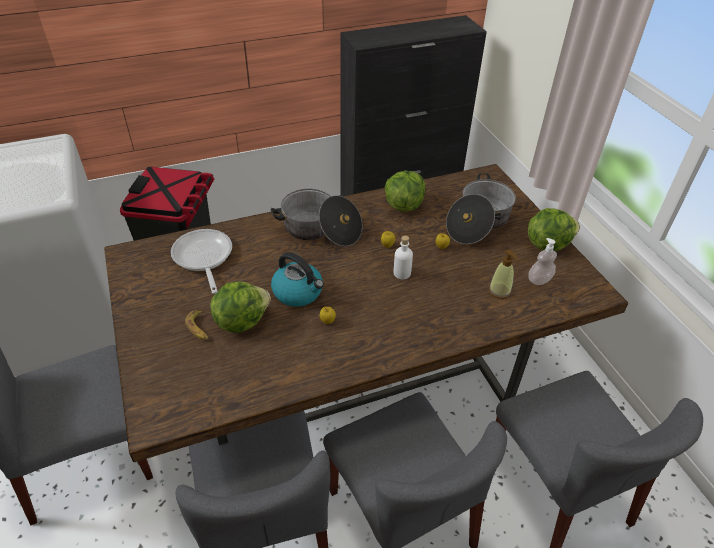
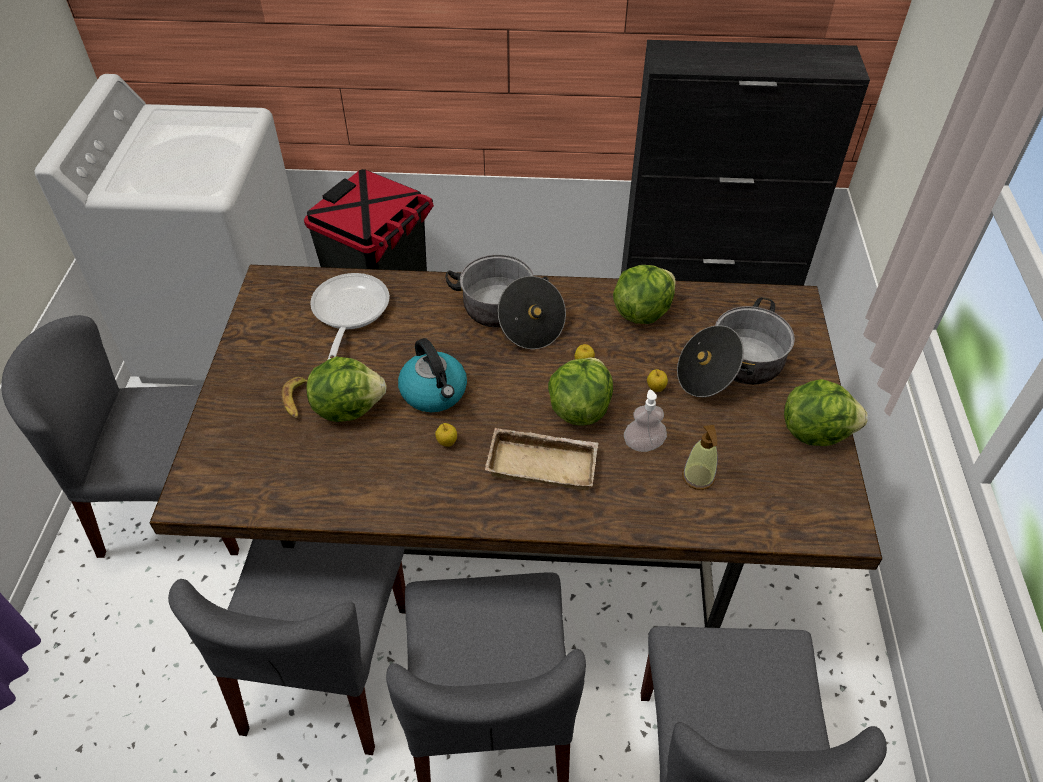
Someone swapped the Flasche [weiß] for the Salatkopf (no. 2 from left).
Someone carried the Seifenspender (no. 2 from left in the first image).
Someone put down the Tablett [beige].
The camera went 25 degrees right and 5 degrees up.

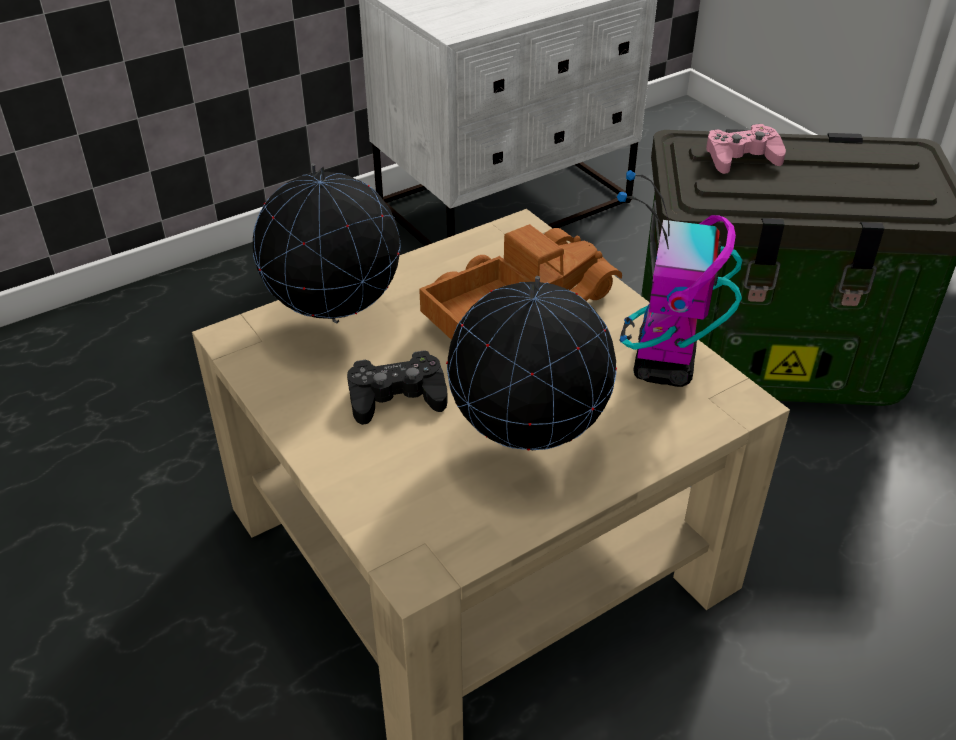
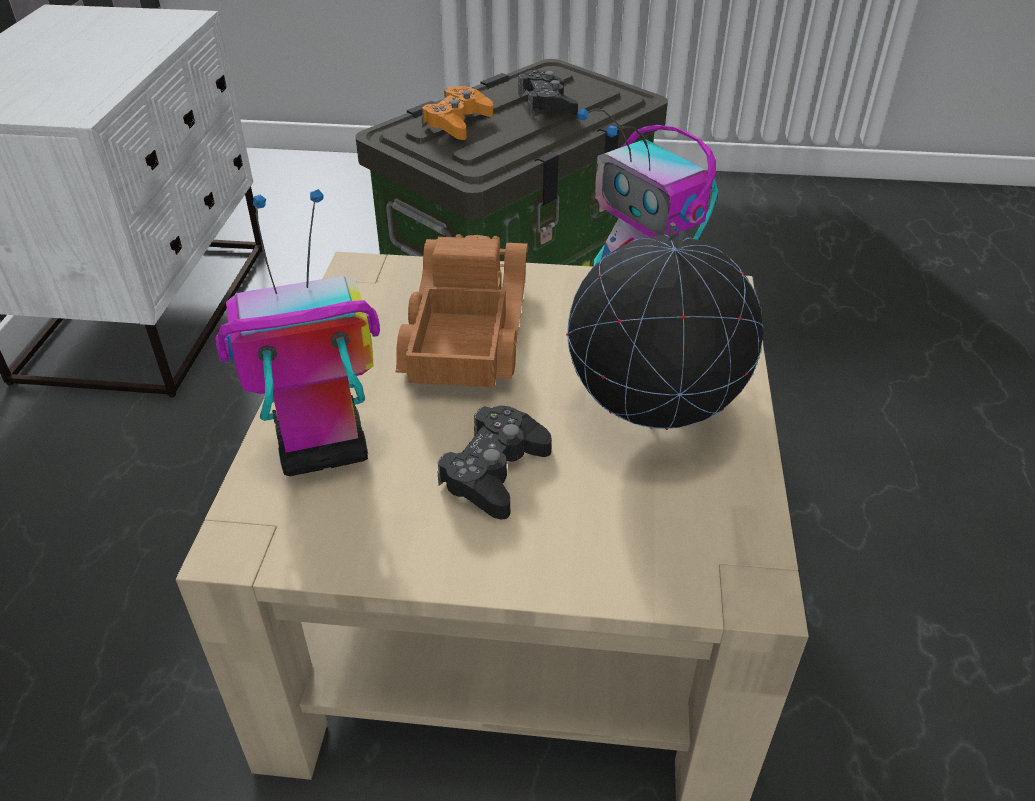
Someone repainted the Gamepad [rosa], which became the Gamepad [orange].
Someone swapped the Globus (no. 1 from left) for the Spielzeugroboter (no. 1 from left).
Someone put down the Gamepad [schwarz] (no. 2 from left).
The camera went 50 degrees left and 0 degrees up.

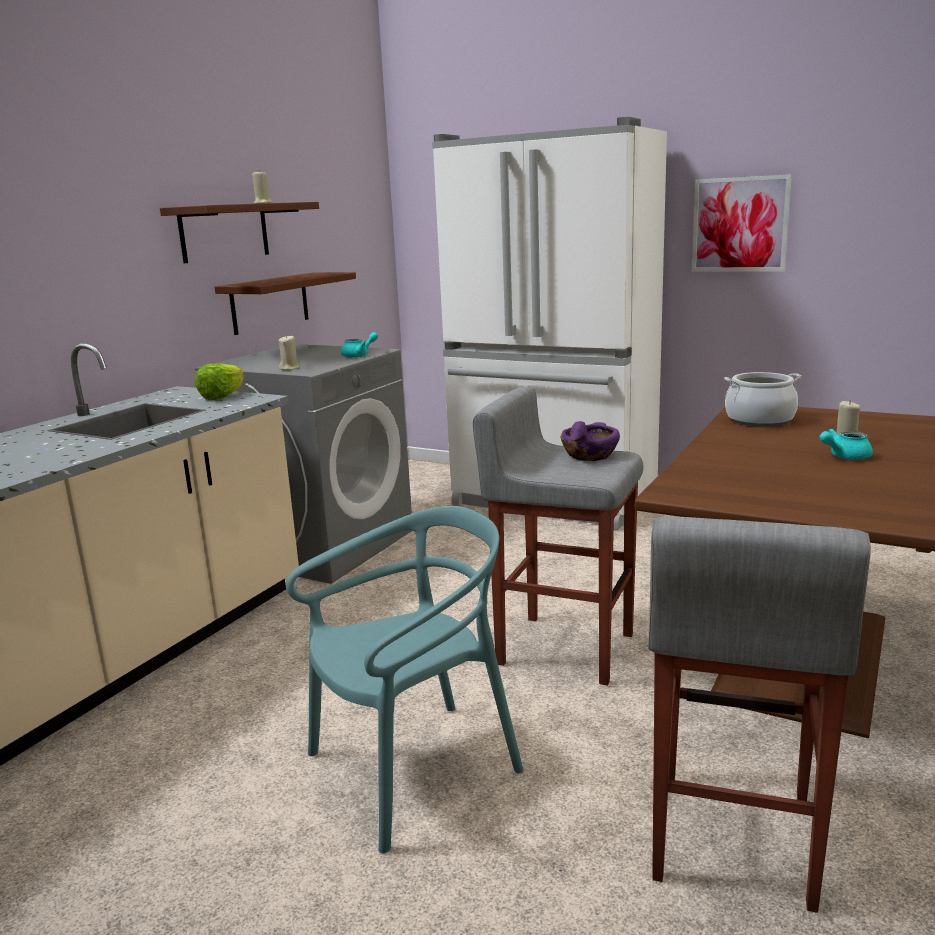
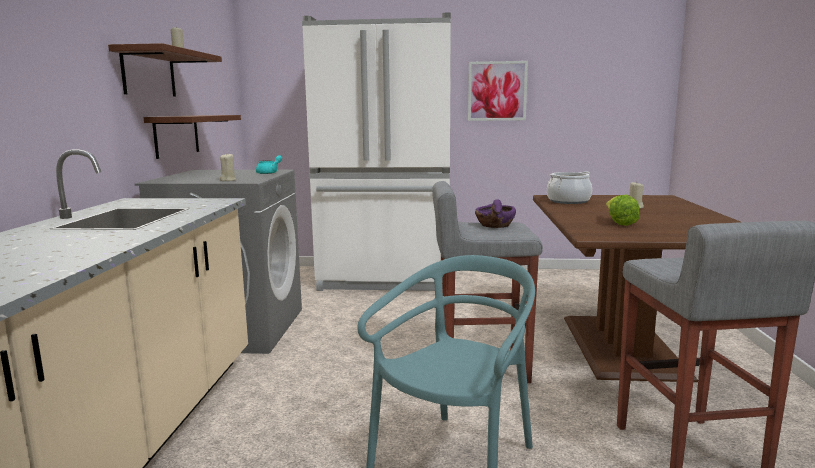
Someone carried the Salatkopf.
Someone took away the Teekanne [türkis] (no. 2 from left).
The camera went 25 degrees left and 5 degrees down.

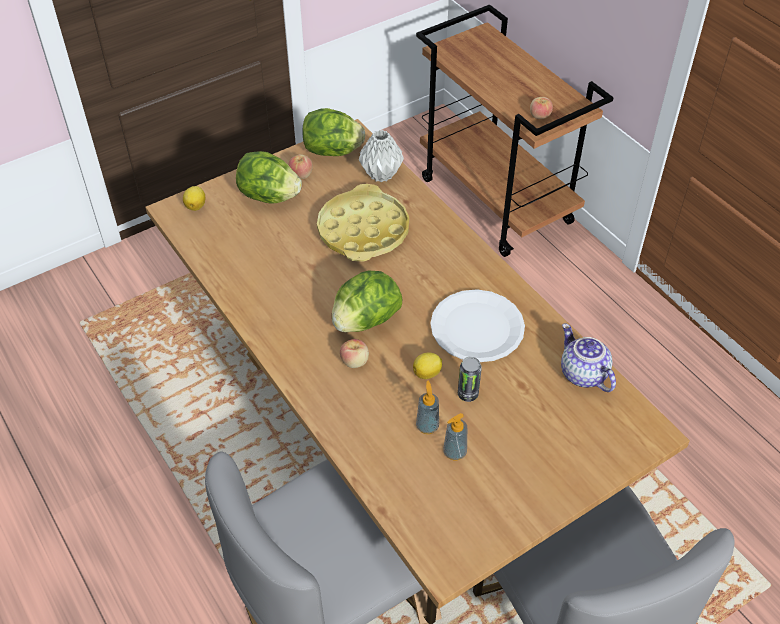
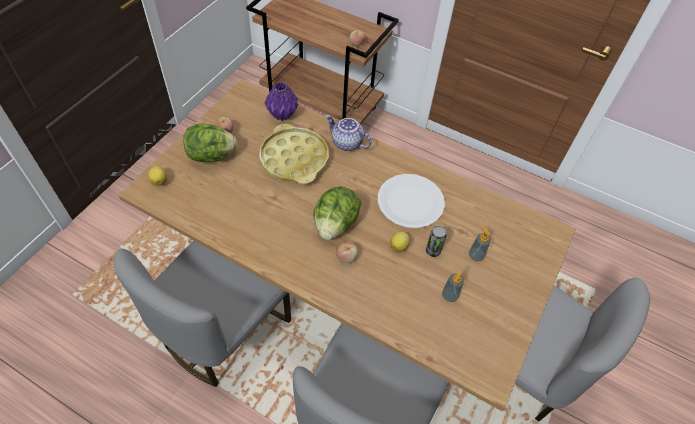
Someone took away the Salatkopf (no. 2 from left).
Someone repainted the Vase [grau], which became the Vase [lila].
Someone carried the Teekanne.
Someone carried the Seifenspender (no. 1 from left in the first image).
Someone put down the Stuhl [grau] (no. 1 from left).
The camera went 30 degrees left and 5 degrees up.

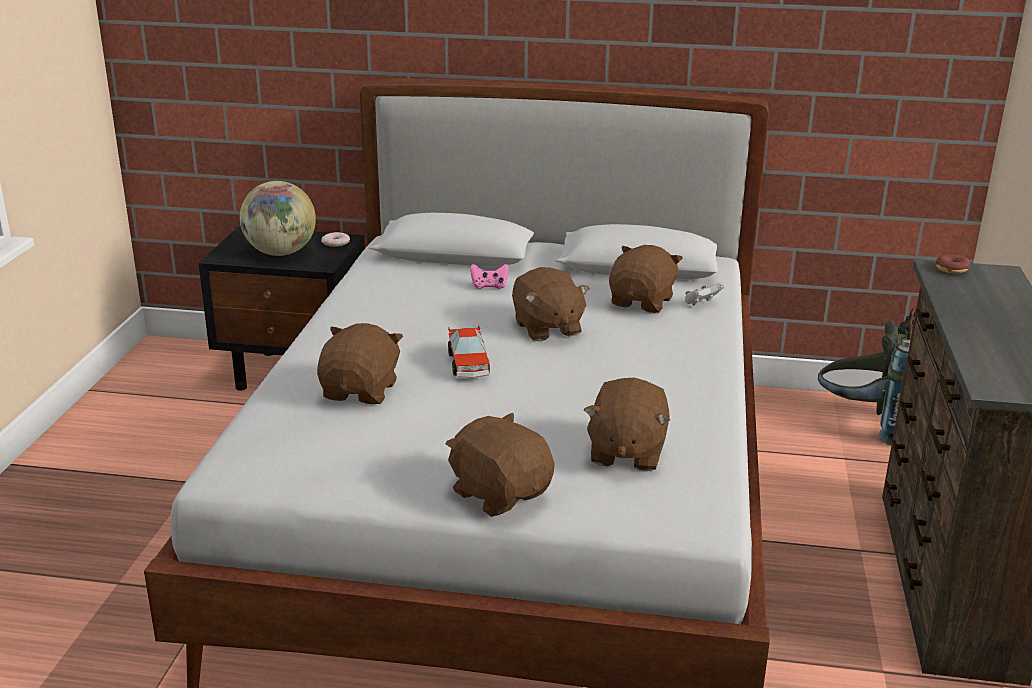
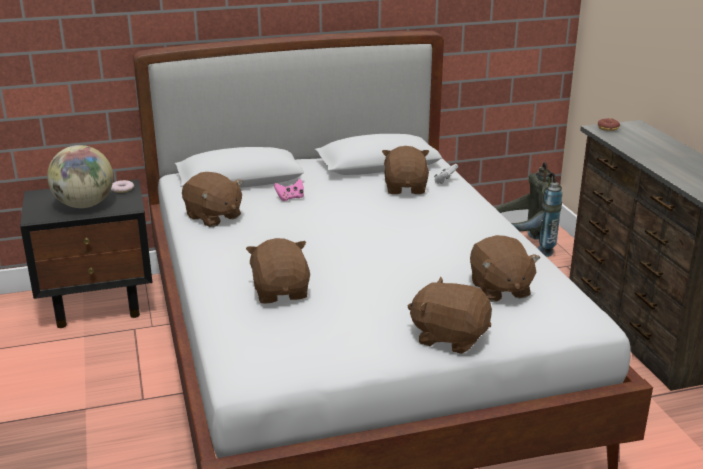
Someone carried the Plüschtier [braun] (no. 3 from left in the first image).
Someone took away the Spielzeugauto.
The camera went 25 degrees left and 0 degrees up.

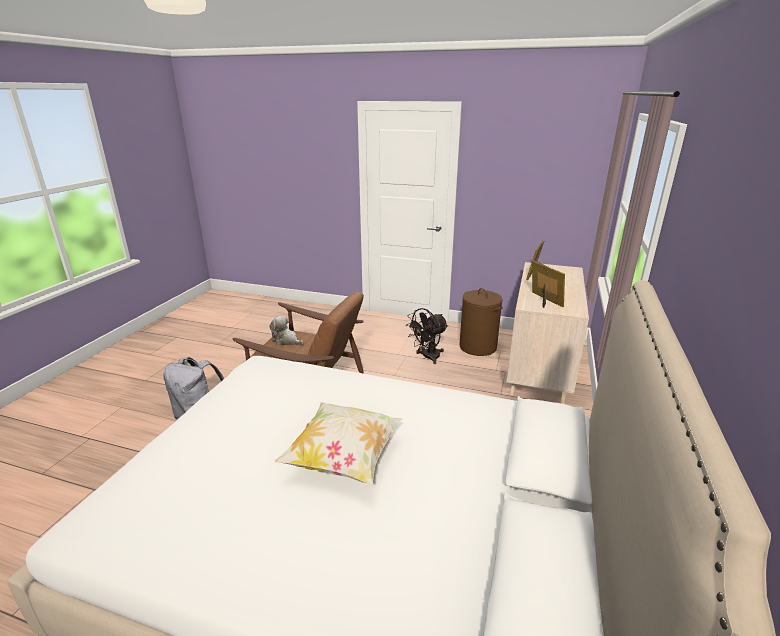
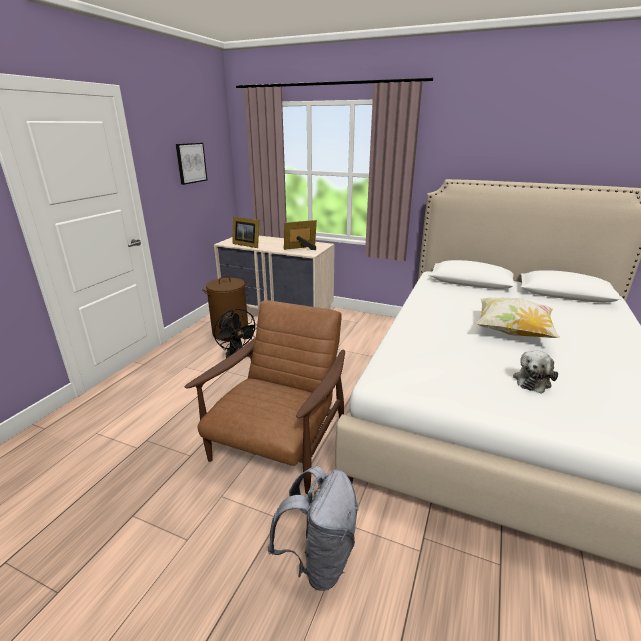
Someone carried the Plüschtier.
Someone put up the Bild.
The camera went 85 degrees left and 0 degrees up.

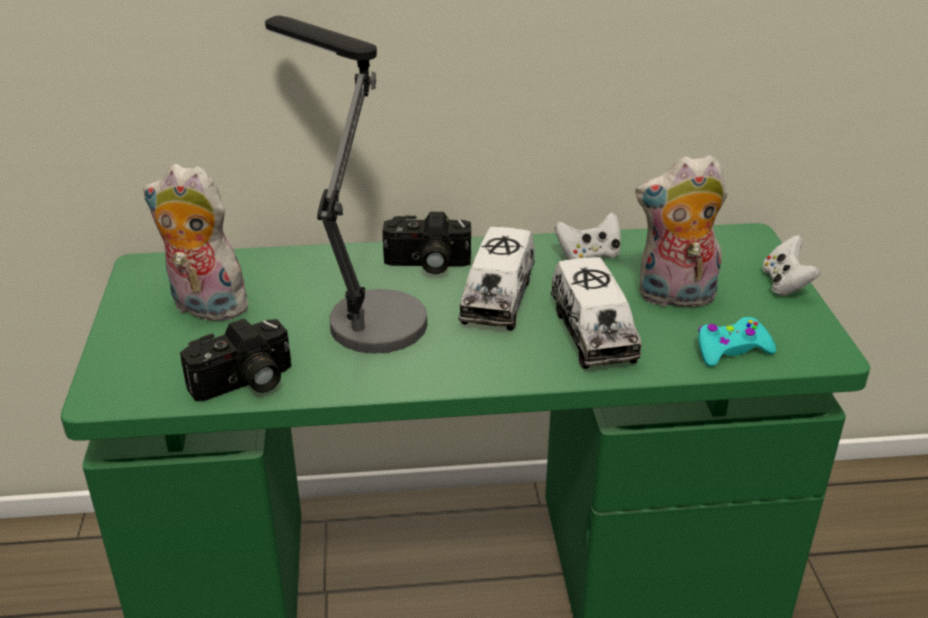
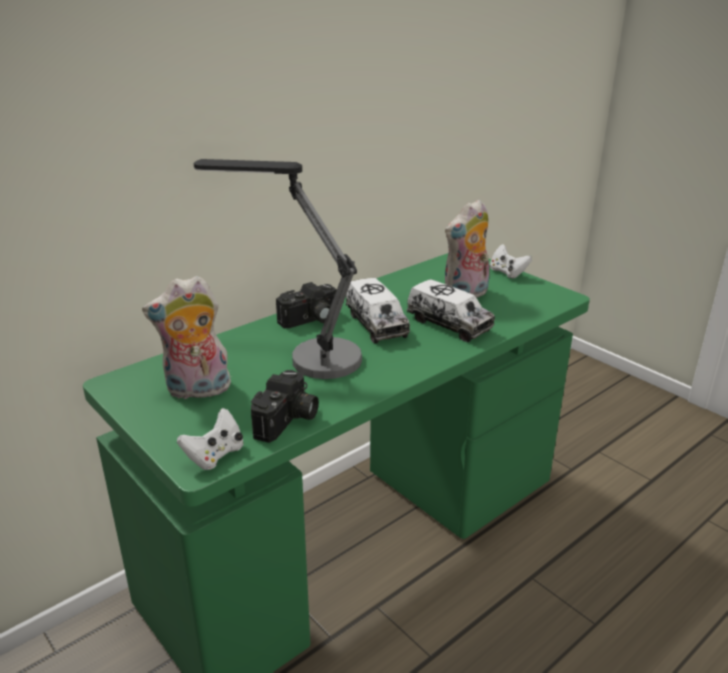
Someone carried the Gamepad [weiß] (no. 1 from left).
Someone took away the Gamepad [türkis].
The camera went 35 degrees left and 5 degrees down.

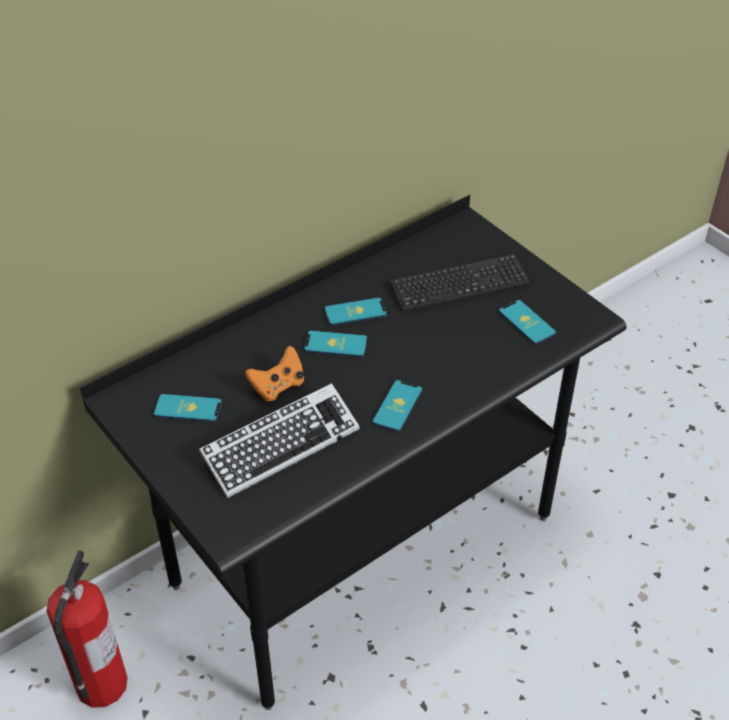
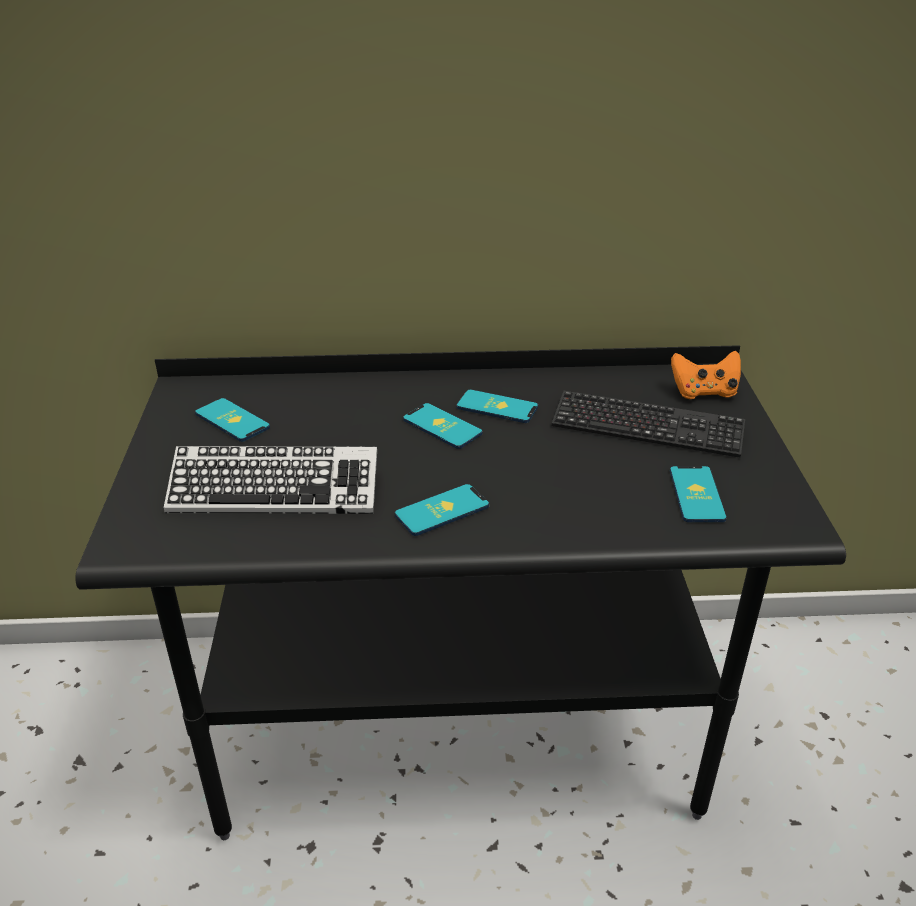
Someone carried the Gamepad [orange].
Someone took away the Feuerlöscher.
The camera went 35 degrees right and 10 degrees down.

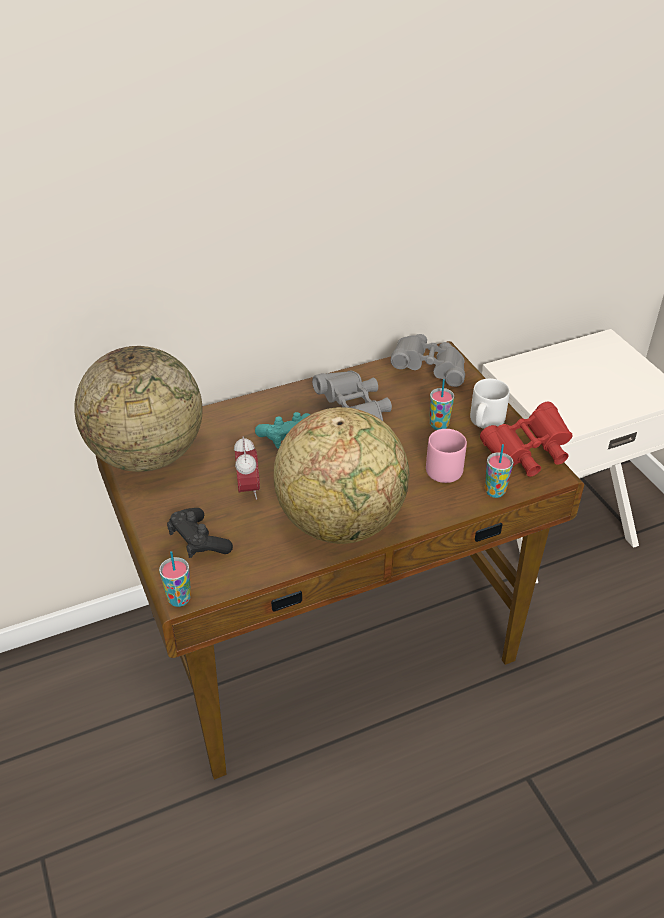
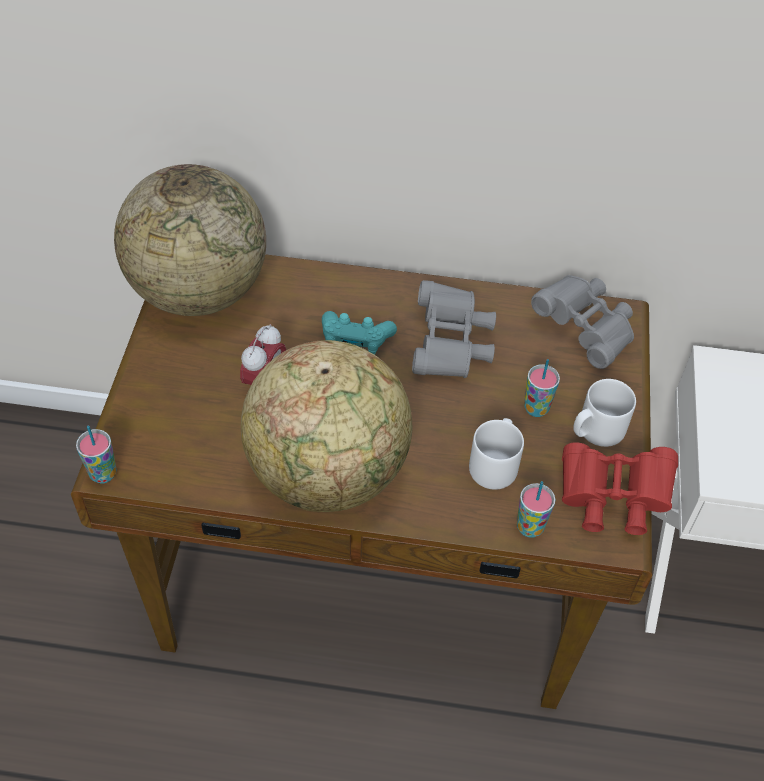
Someone repainted the Henkelbecher [rosa], which became the Henkelbecher [weiß] (no. 1 from left).
Someone took away the Gamepad [schwarz].
The camera went 30 degrees right and 10 degrees up.

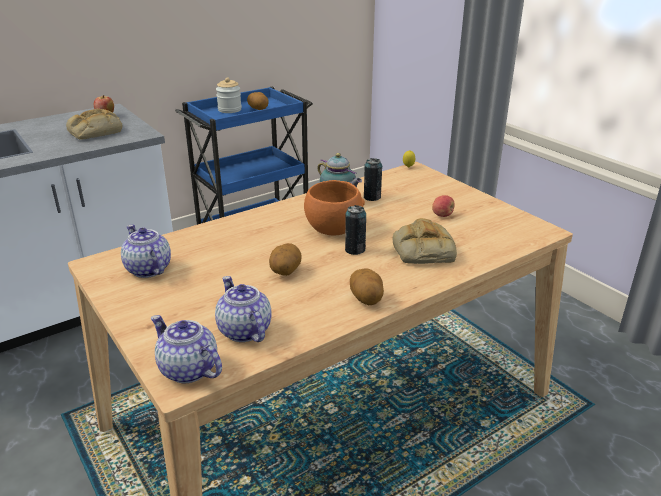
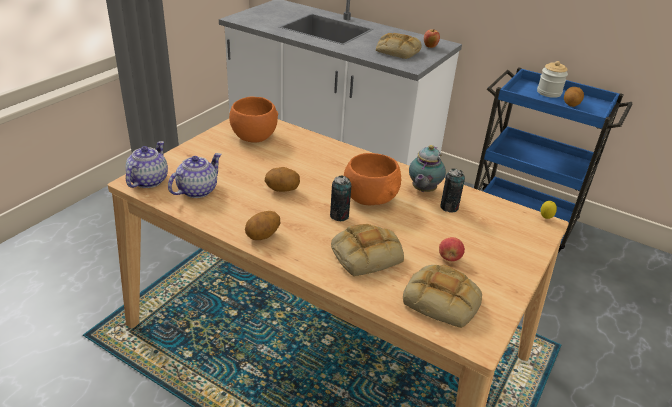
Someone swapped the Teekanne (no. 1 from left) for the Schüssel [orange] (no. 1 from left).
Someone put down the Brot (no. 3 from left).
The camera went 65 degrees right and 5 degrees up.

